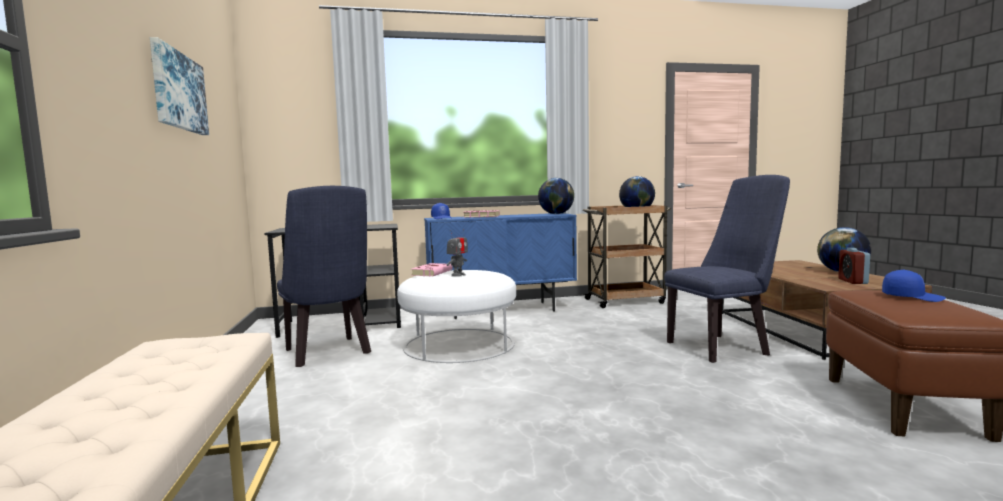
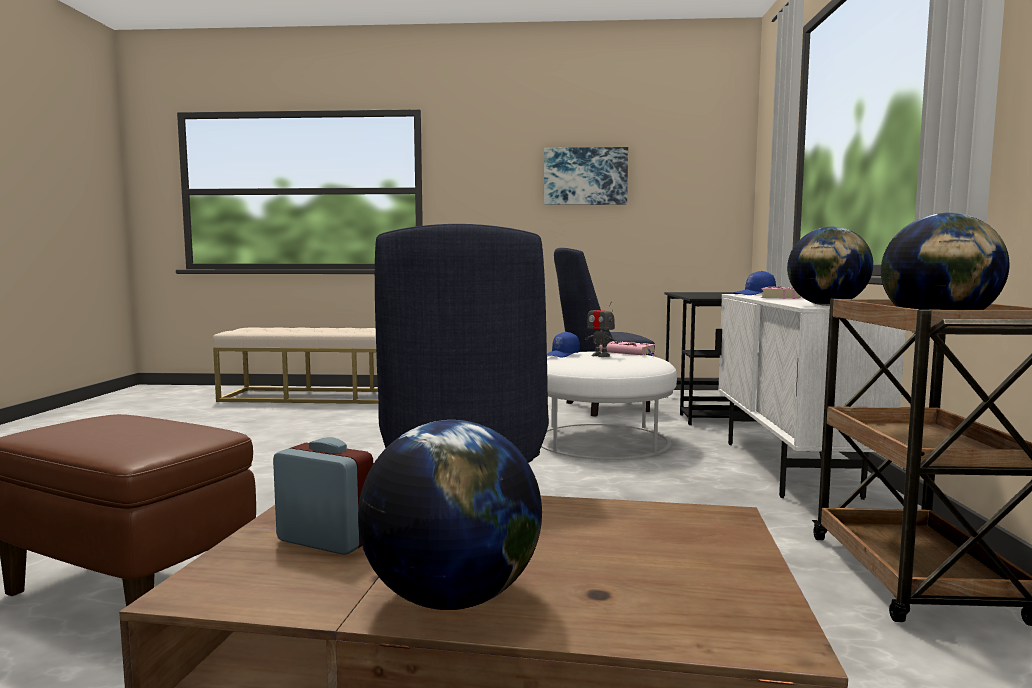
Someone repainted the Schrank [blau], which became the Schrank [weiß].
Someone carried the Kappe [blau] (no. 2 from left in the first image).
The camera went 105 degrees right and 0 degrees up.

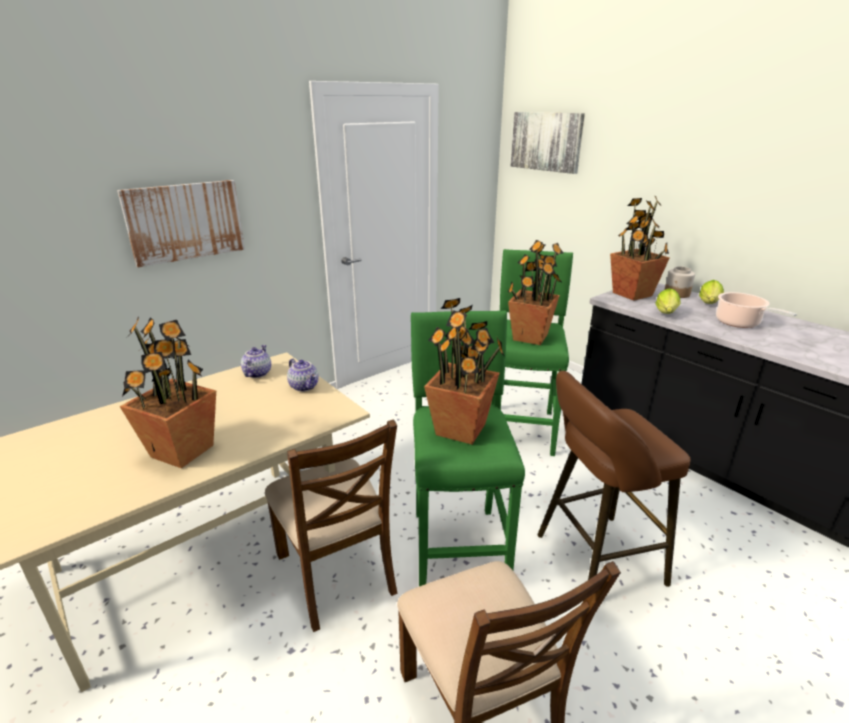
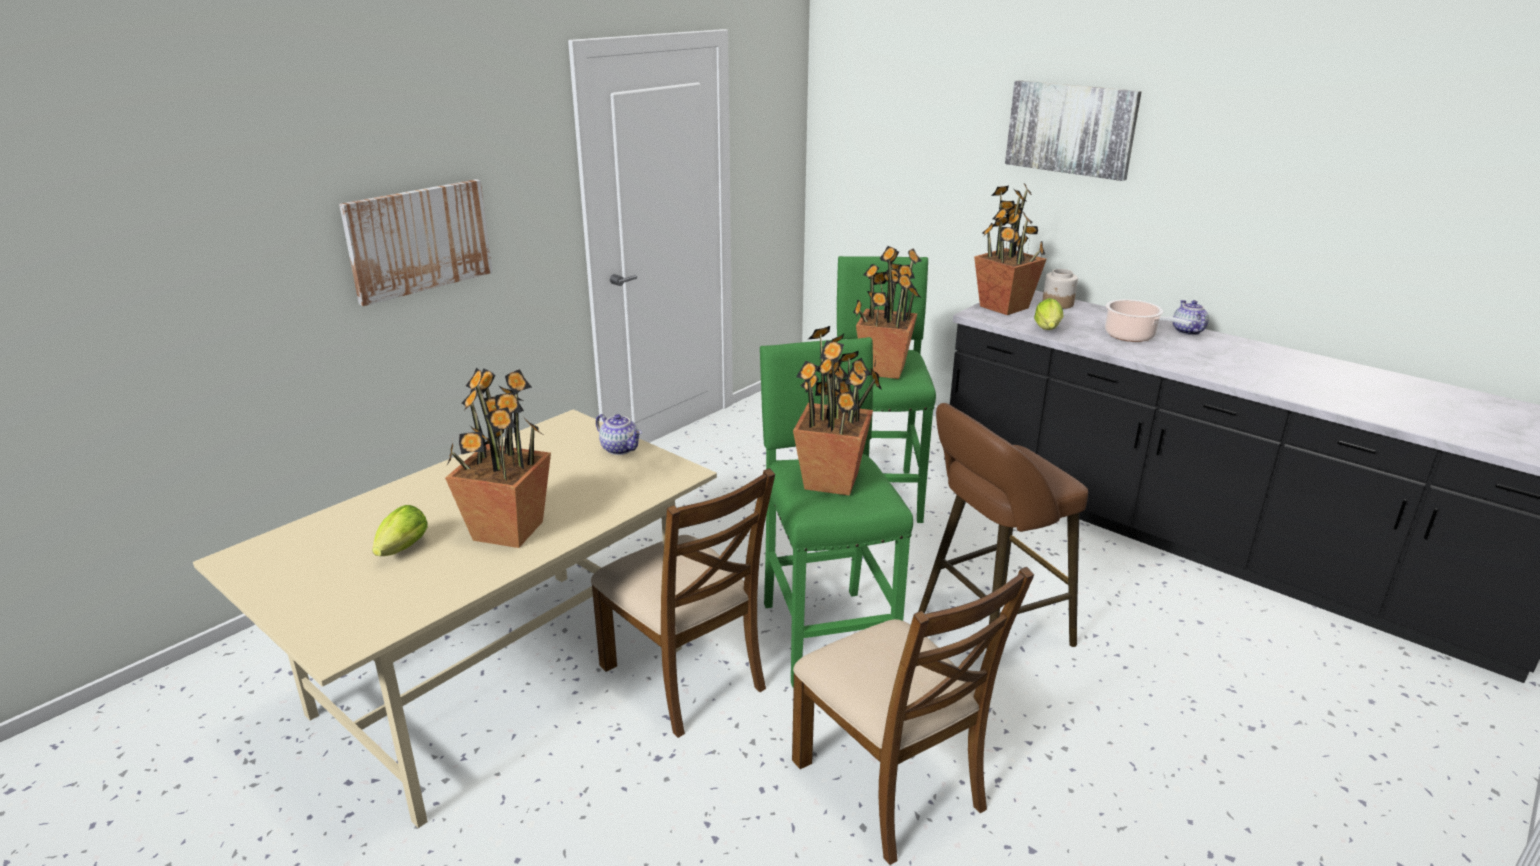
Someone carried the Bild (no. 2 from left).
Someone carried the Salatkopf (no. 2 from left in the first image).
Someone carried the Teekanne (no. 1 from left in the first image).
The camera went 10 degrees left and 0 degrees up.

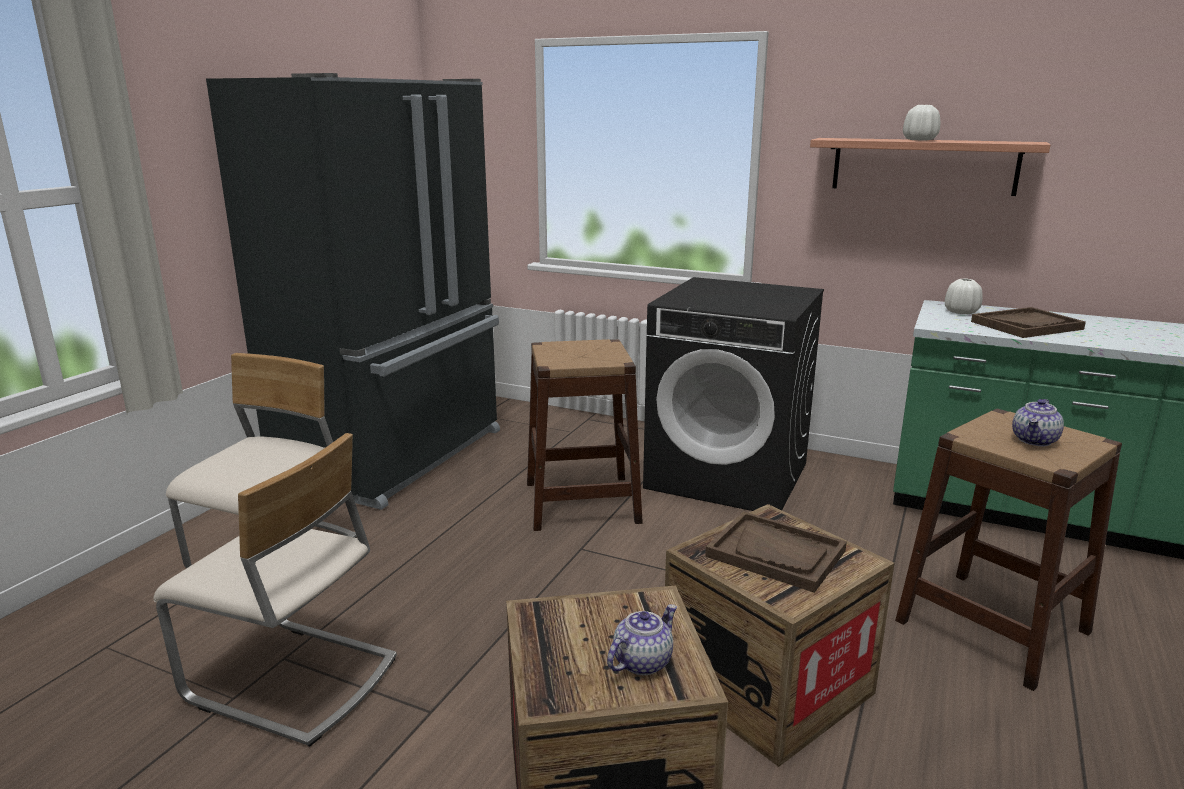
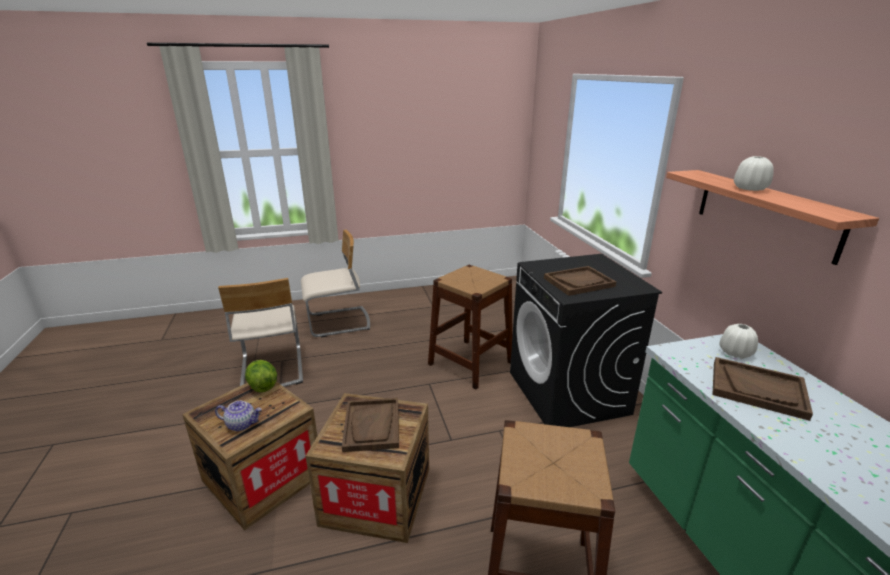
Someone took away the Kühlschrank [schwarz].
Someone took away the Teekanne (no. 2 from left).
Someone put down the Tablett [braun] (no. 2 from left).
Someone put down the Salatkopf.
The camera went 50 degrees right and 5 degrees up.

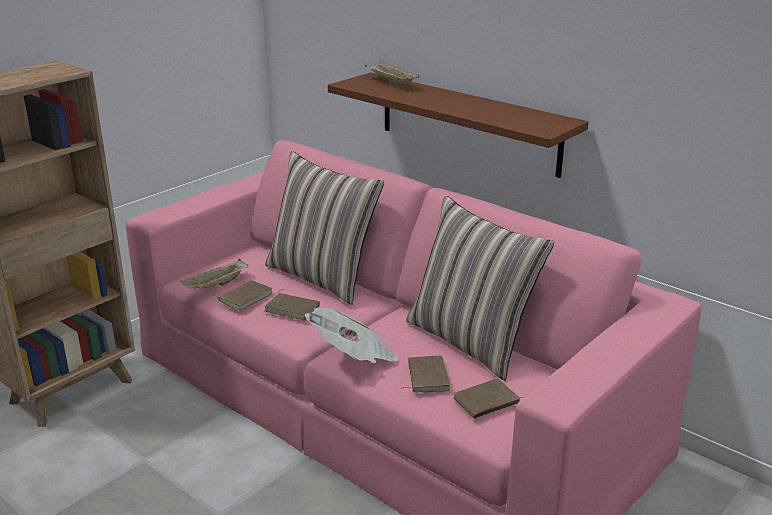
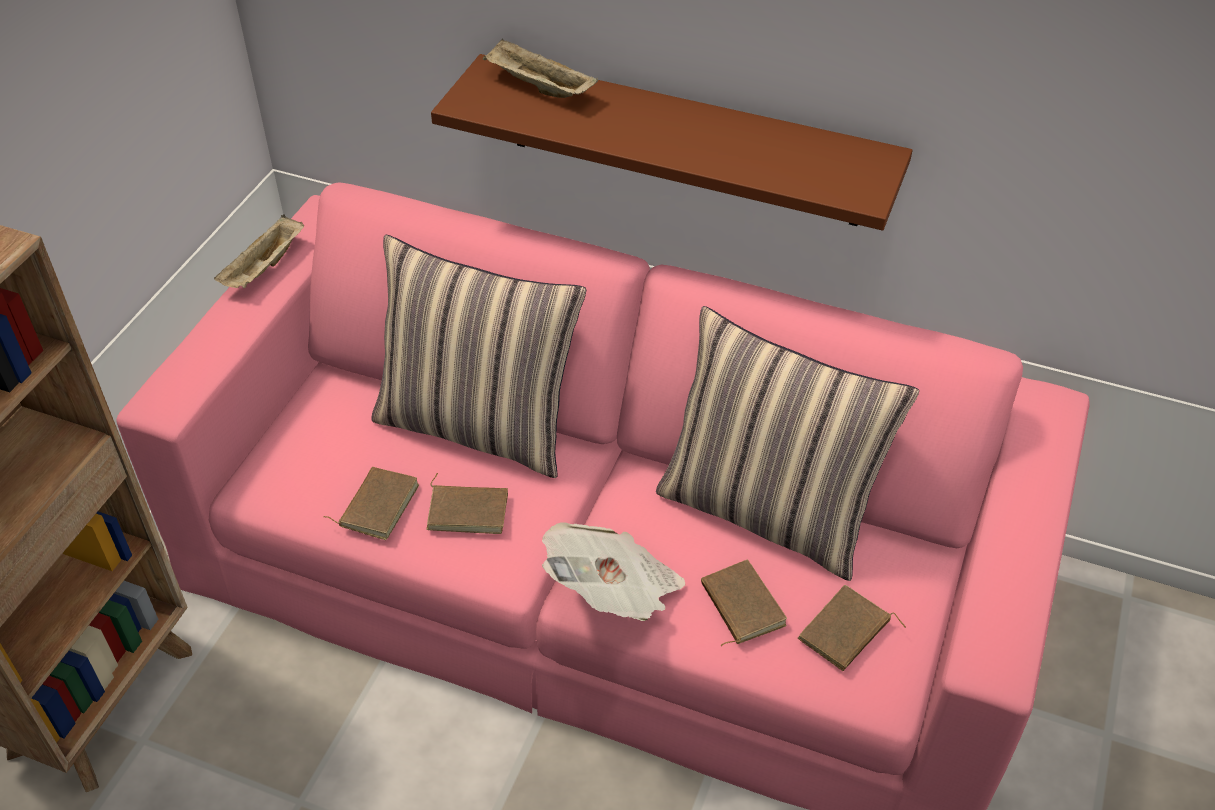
Someone carried the Tablett [beige] (no. 1 from left).
The camera went 20 degrees left and 20 degrees up.

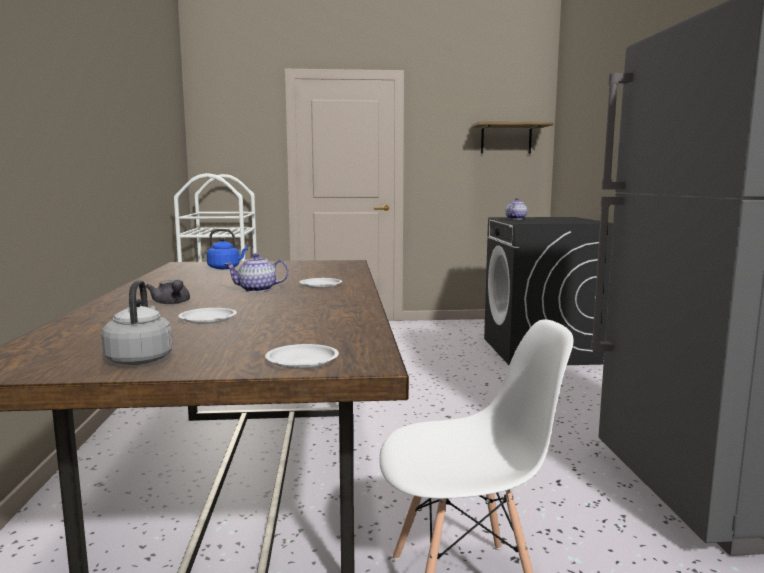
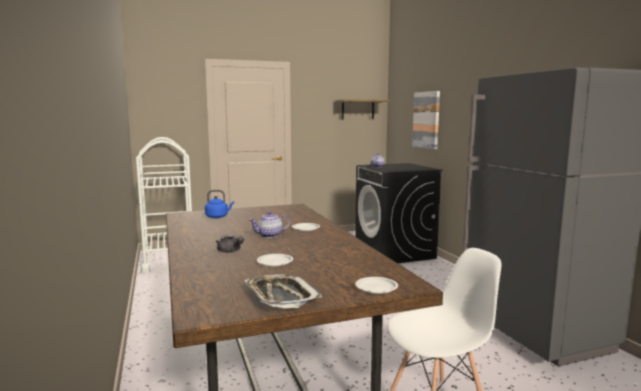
Someone swapped the Wasserkessel [grau] for the Tablett.
Someone put up the Bild.
The camera went 15 degrees left and 0 degrees up.

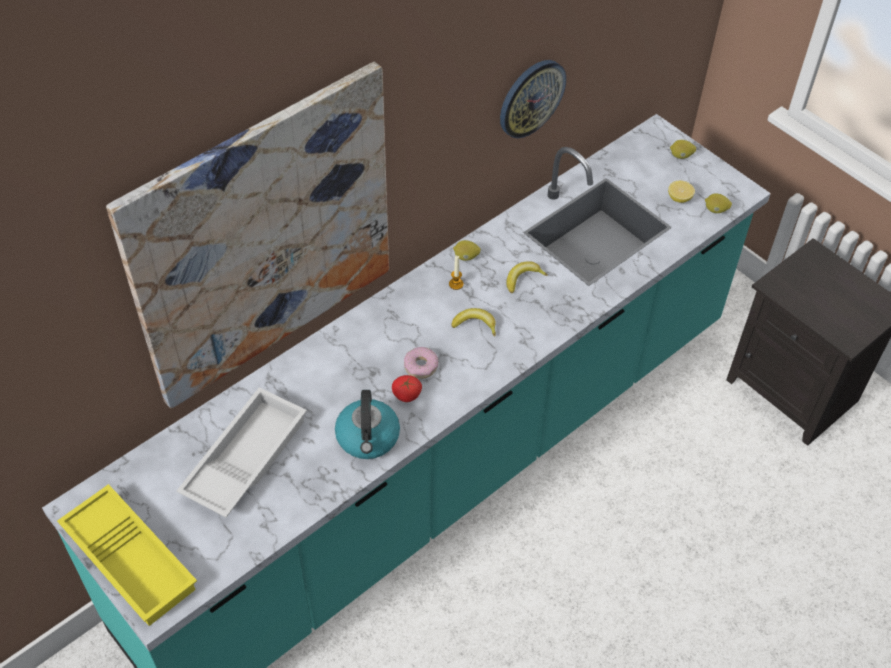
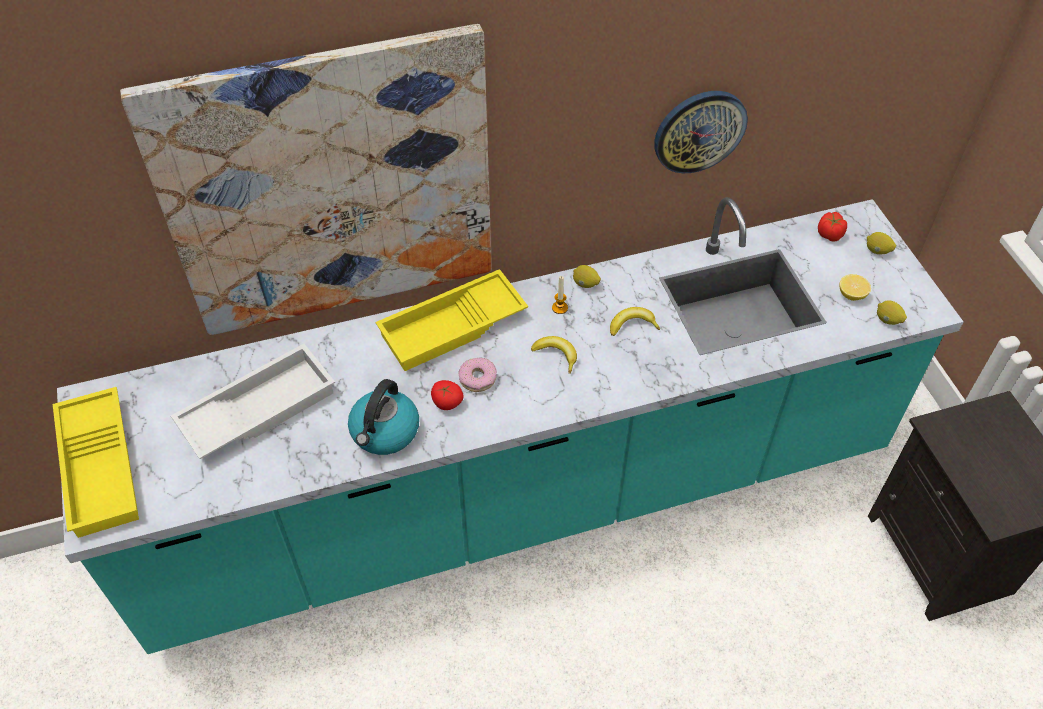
Someone put down the Tomate (no. 2 from left).
Someone put down the Tablett [gelb] (no. 2 from left).
The camera went 25 degrees right and 0 degrees up.

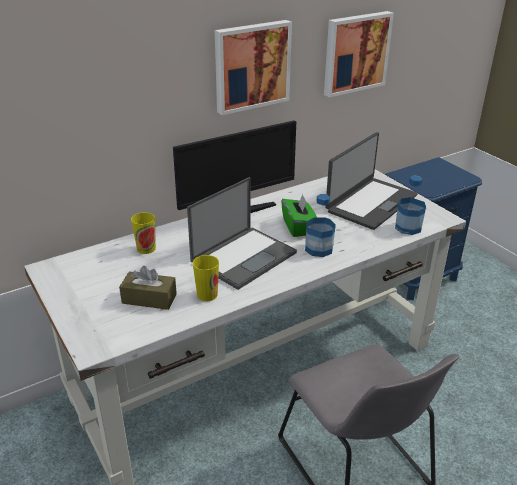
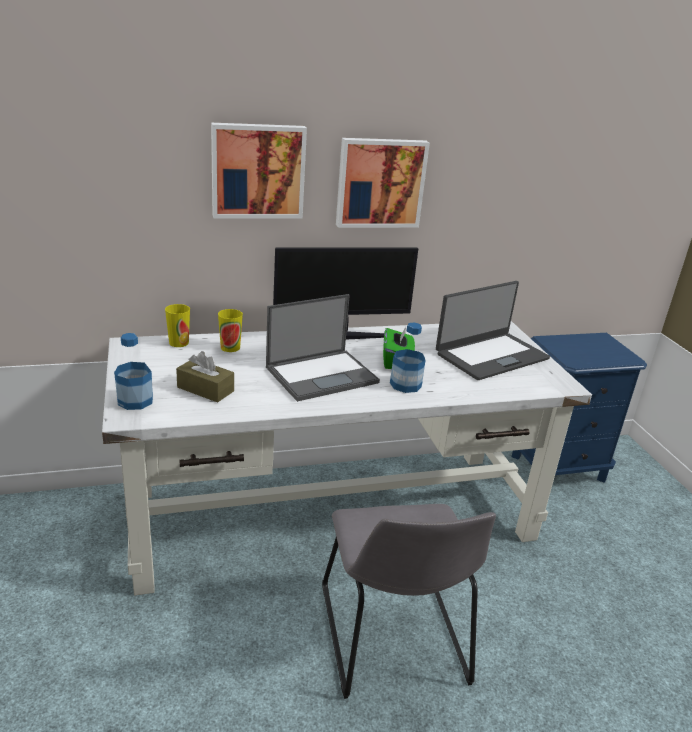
Someone carried the Bild (no. 2 from left in the first image).
Someone carried the Flasche (no. 2 from left in the first image).
Someone carried the Tasse (no. 2 from left in the first image).
The camera went 15 degrees right and 5 degrees down.

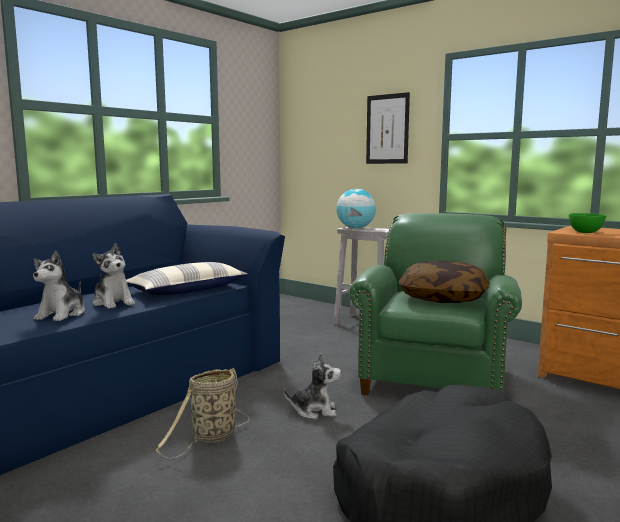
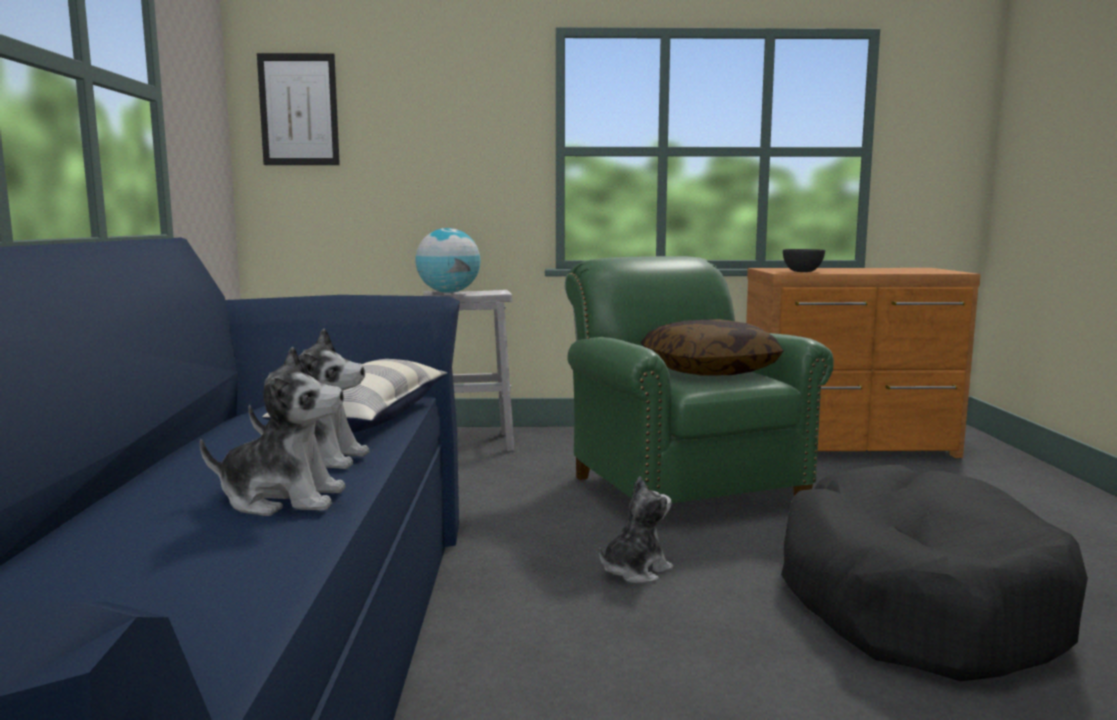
Someone carried the Bild.
Someone repainted the Schüssel [grün], which became the Schüssel [grau].
Someone rotated the Plüschtier (no. 1 from left) by 60 degrees counterclockwise.
Someone took away the Korb.
The camera went 40 degrees left and 0 degrees up.

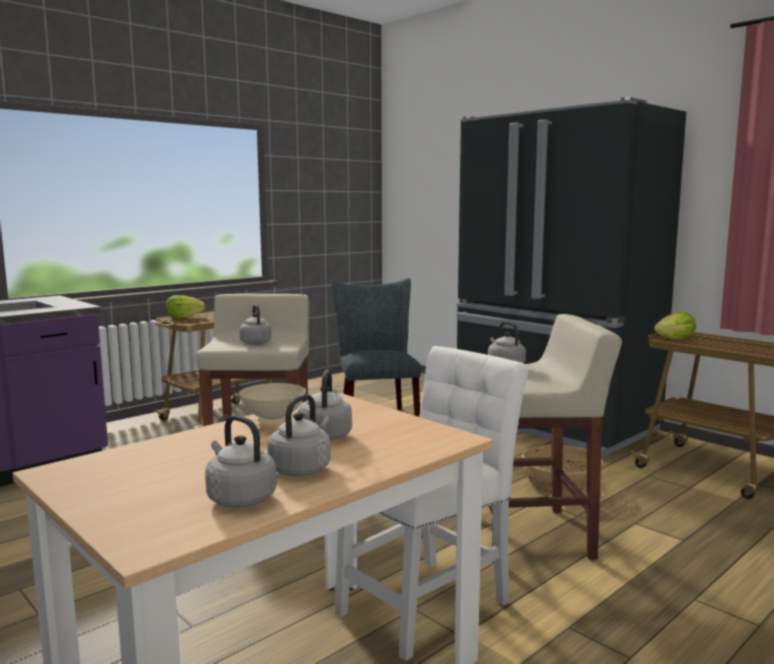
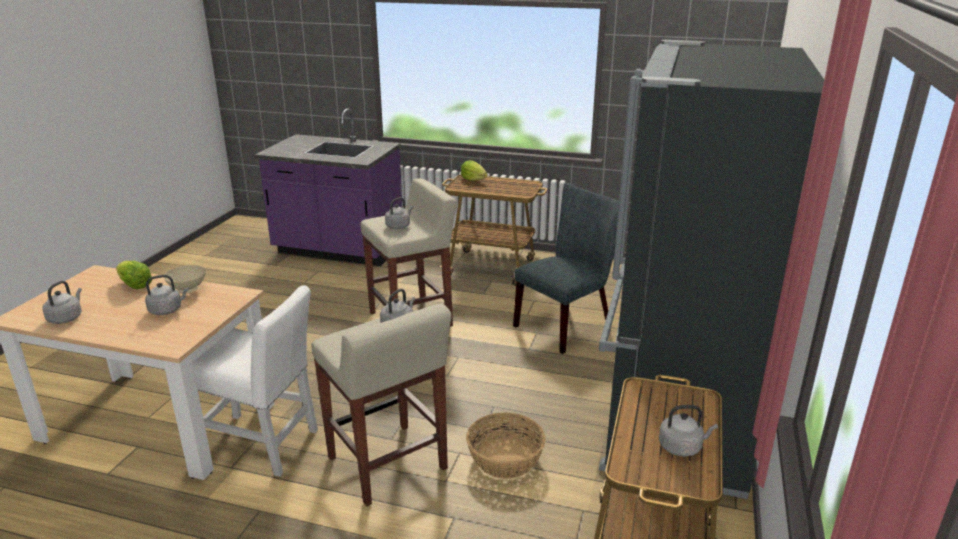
Someone carried the Salatkopf (no. 2 from left in the first image).
Someone carried the Wasserkessel [grau] (no. 3 from left in the first image).
The camera went 60 degrees right and 15 degrees up.

